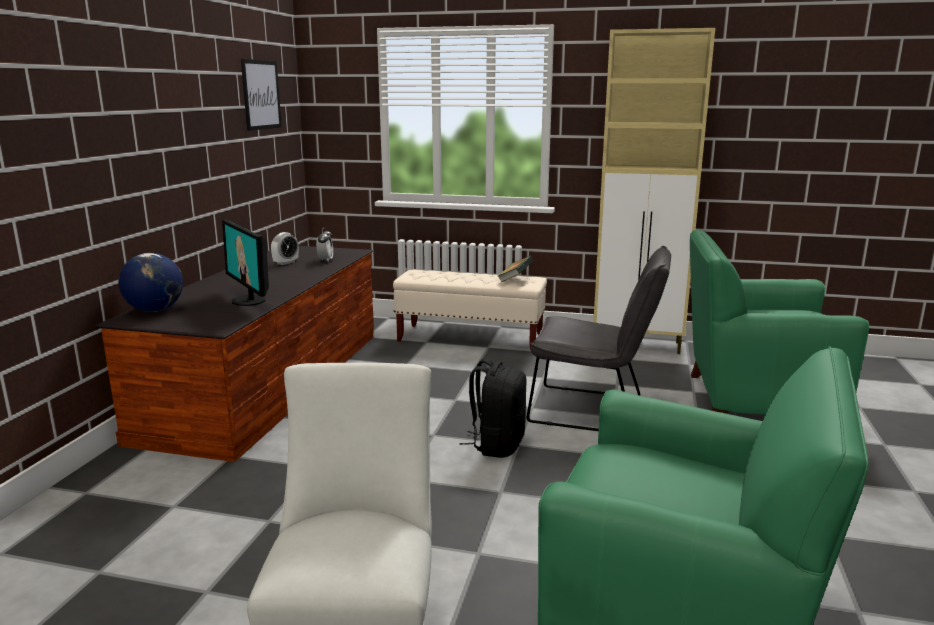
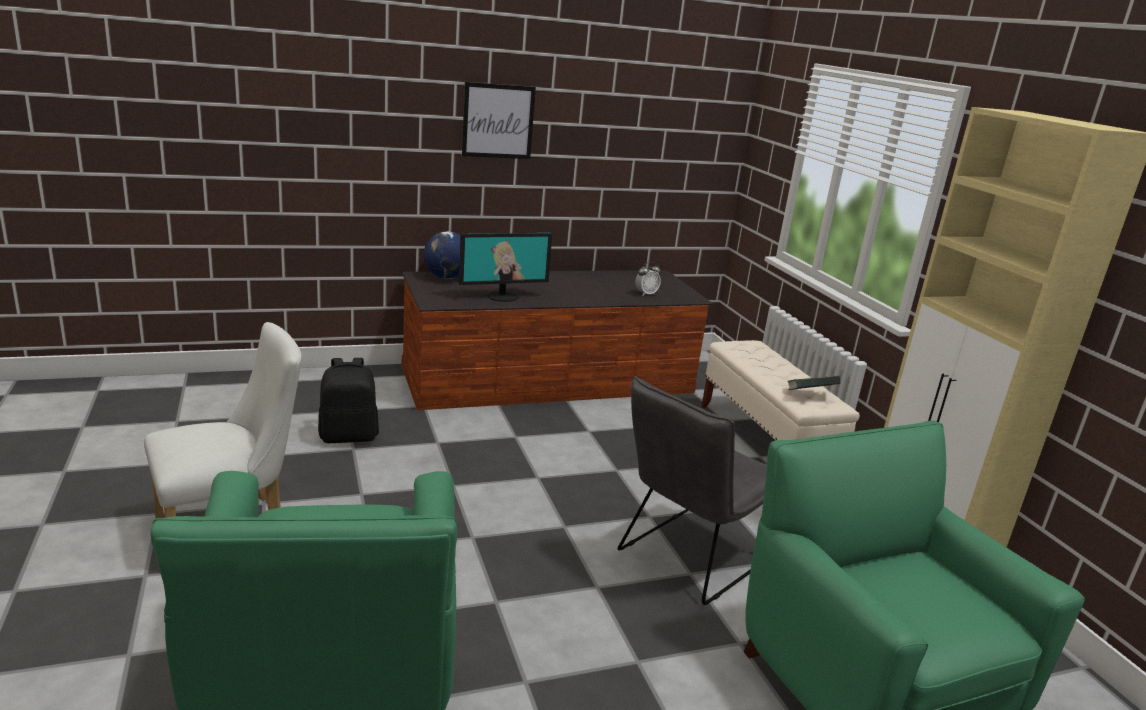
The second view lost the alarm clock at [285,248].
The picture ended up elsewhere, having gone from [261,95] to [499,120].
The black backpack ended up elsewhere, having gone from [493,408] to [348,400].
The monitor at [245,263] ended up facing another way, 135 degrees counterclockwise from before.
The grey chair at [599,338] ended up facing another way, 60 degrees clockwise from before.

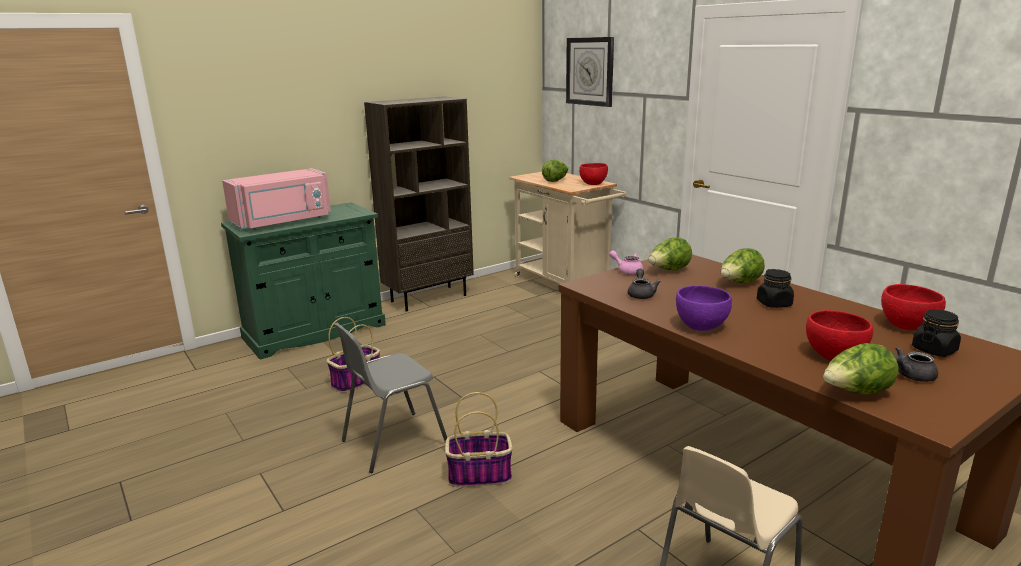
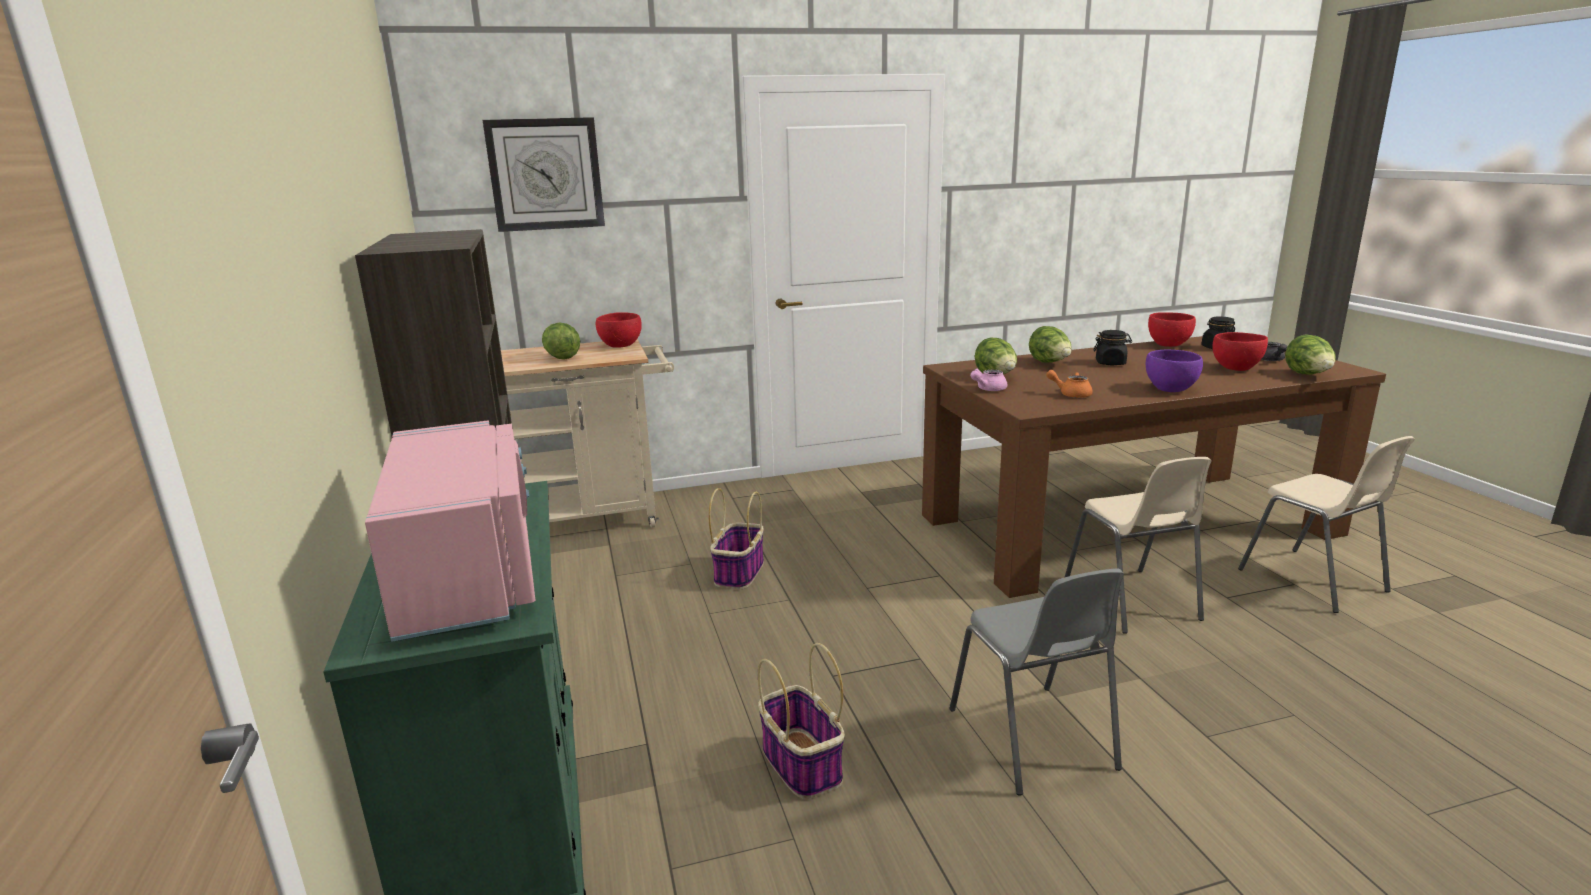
The second view gained the beige chair at [1137,545].
The basket ended up elsewhere, having gone from [479,439] to [736,538].
What was the grey teapot at [644,284] turned into the orange teapot at [1069,384].

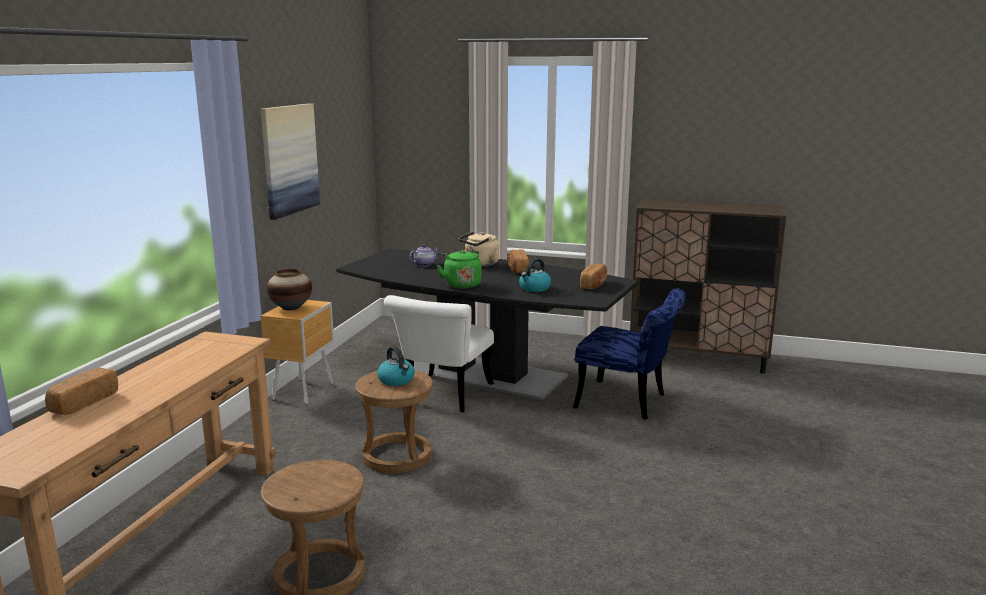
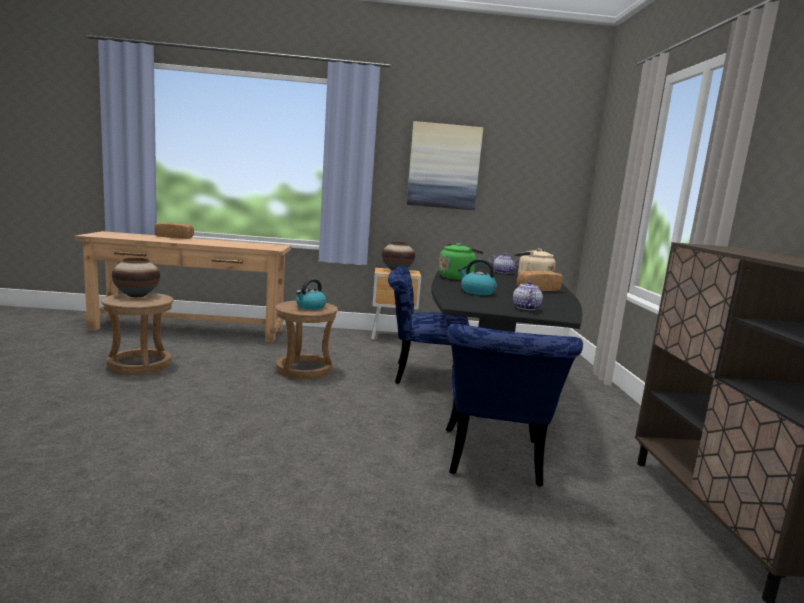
The second view gained the vase at [136,277].
Where the bread stood at [593,276], the teapot came to stand at [528,295].
What was the white chair at [439,353] turned into the blue chair at [429,325].

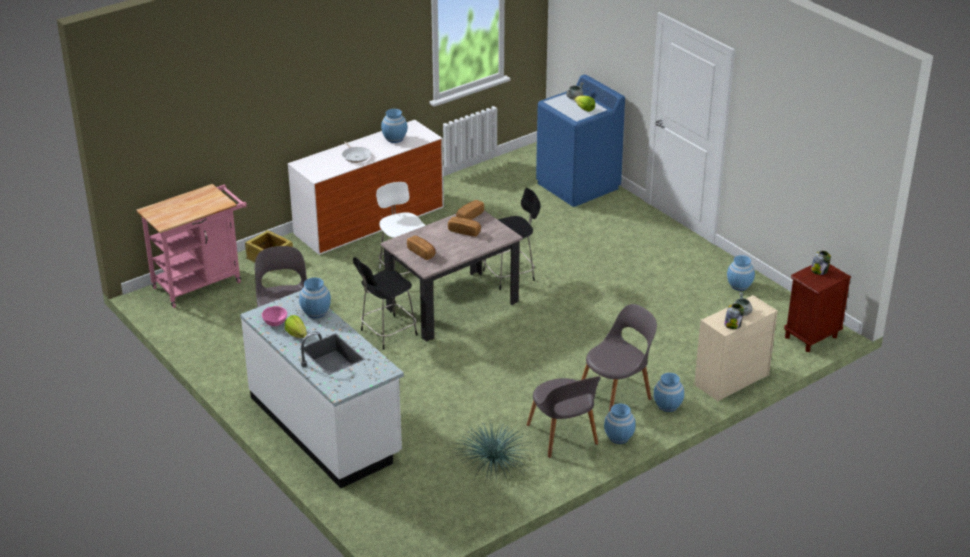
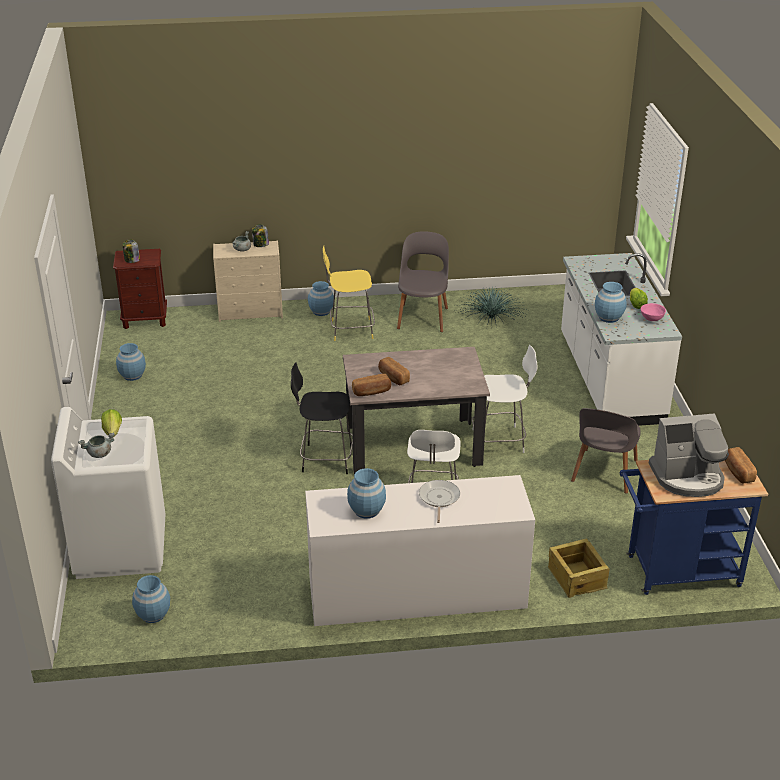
The second view gained the coffee machine at [689,455].
The bread ended up elsewhere, having gone from [421,248] to [741,465].
The blue vase ended up elsewhere, having gone from [620,424] to [151,599].
Where the grey chair stood at [619,358], the yellow stool came to stand at [349,293].
What was the pink cart at [191,246] turned into the blue cart at [694,527].
What was the black stool at [385,303] turned into the white stool at [505,399].
What was the blue washing machine at [580,140] turned into the white washing machine at [108,493].

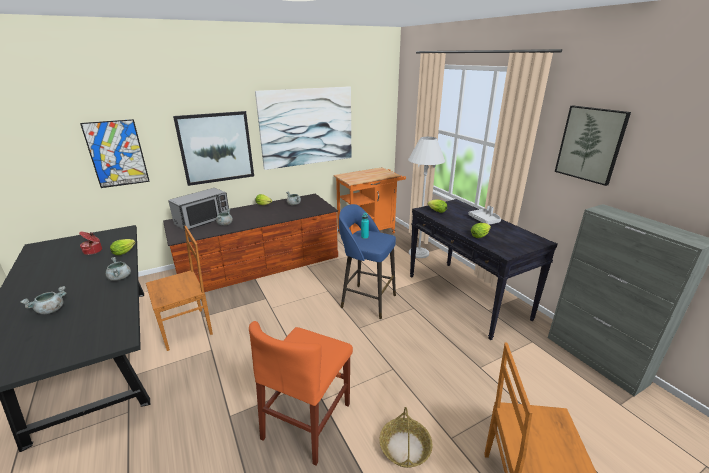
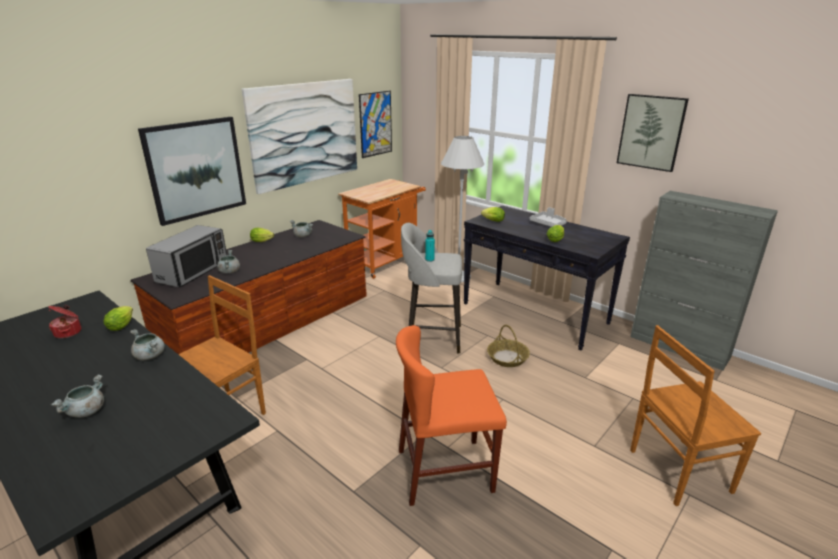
The picture ended up elsewhere, having gone from [115,153] to [375,124].
The basket ended up elsewhere, having gone from [405,437] to [508,346].
What was the blue stool at [367,261] turned into the grey stool at [431,288].
The orange chair at [301,393] ended up facing another way, 75 degrees clockwise from before.

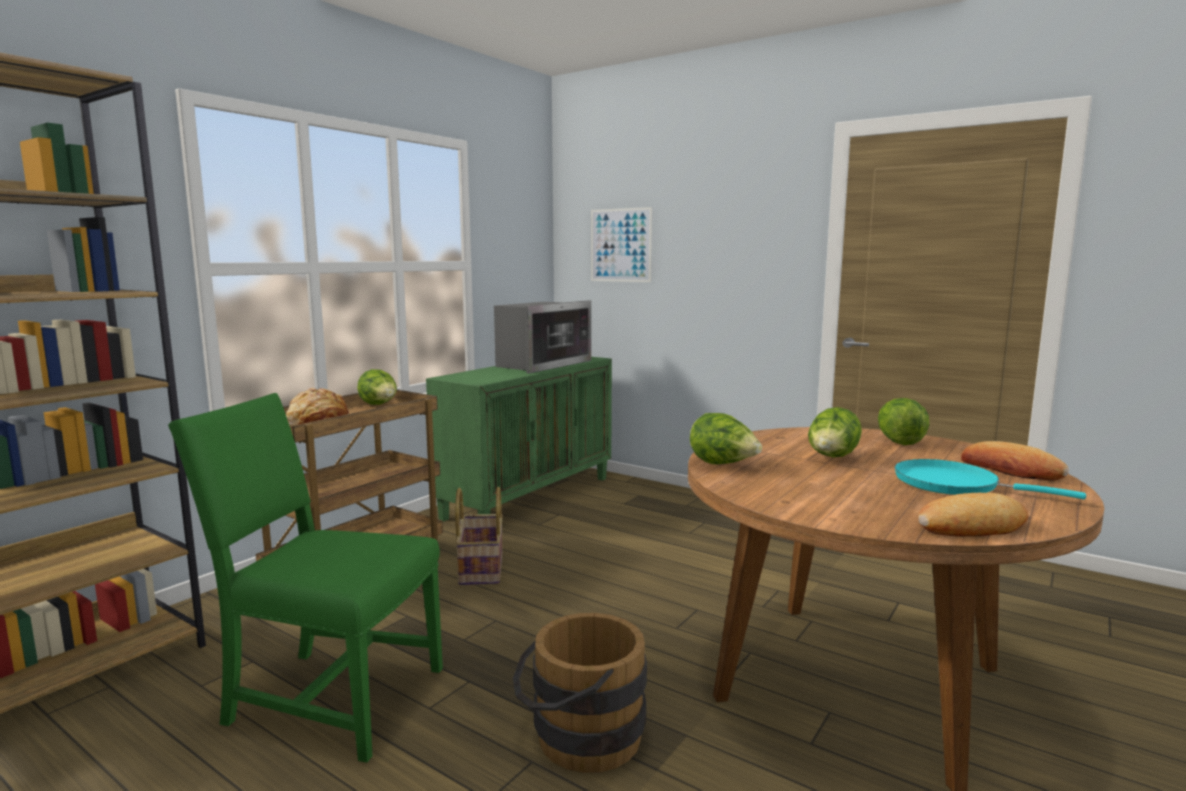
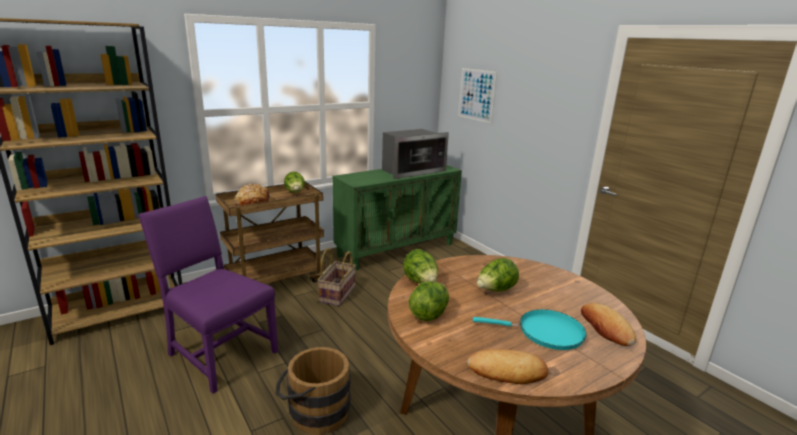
The lettuce ended up elsewhere, having gone from [903,421] to [429,301].
What was the green chair at [305,578] turned into the purple chair at [208,295].
The turquoise frying pan at [990,479] ended up facing another way, 135 degrees clockwise from before.

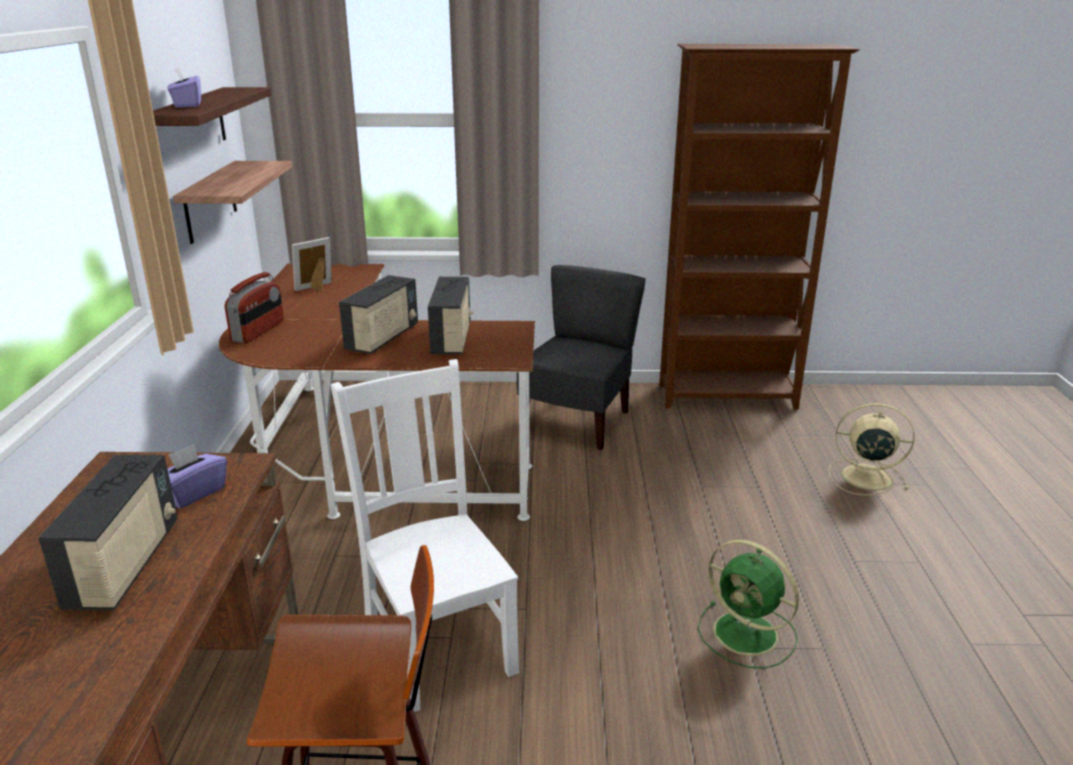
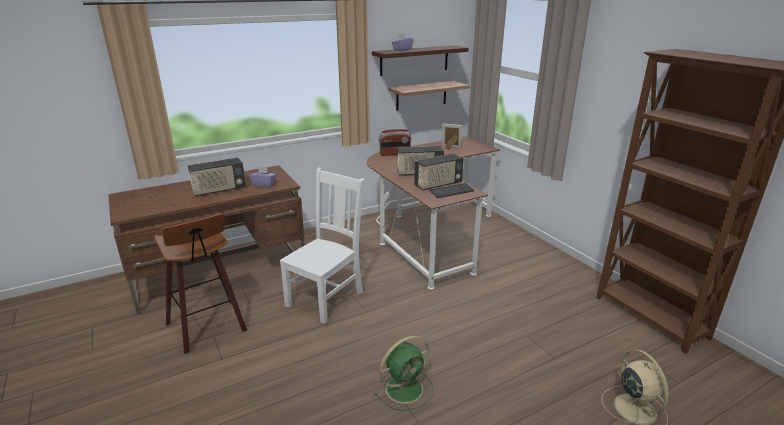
The second view lost the grey chair at [581,357].
The second view gained the keyboard at [452,190].
The green fan at [748,604] ended up facing another way, 135 degrees counterclockwise from before.

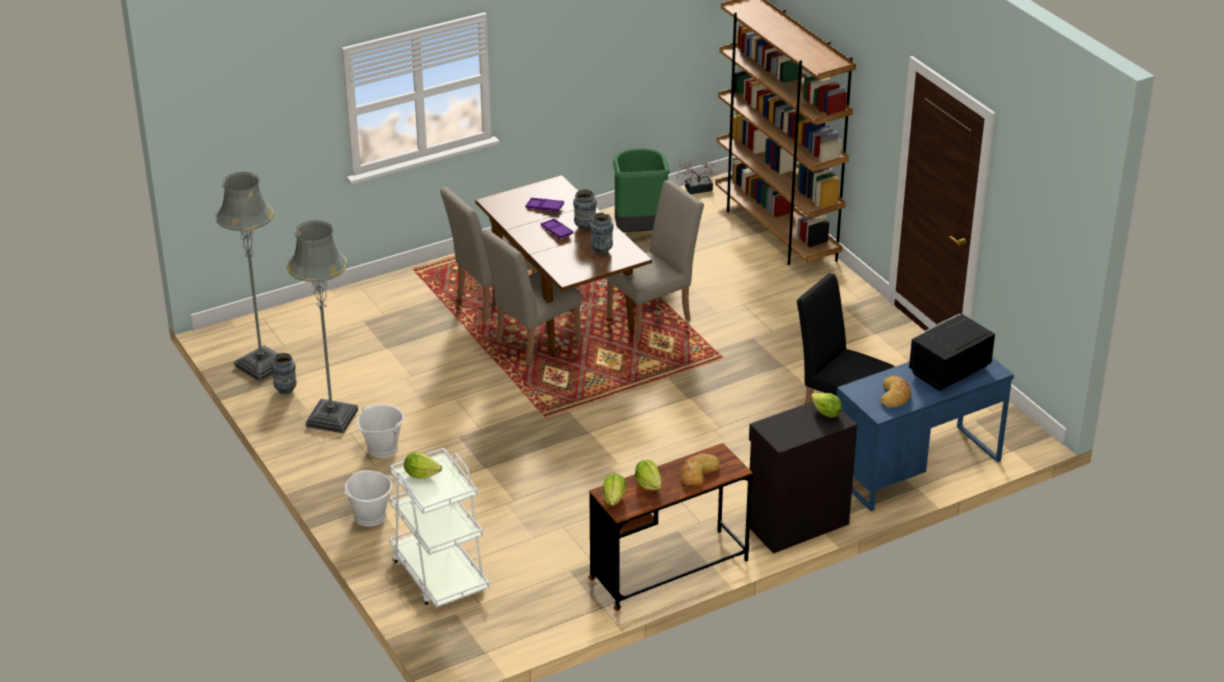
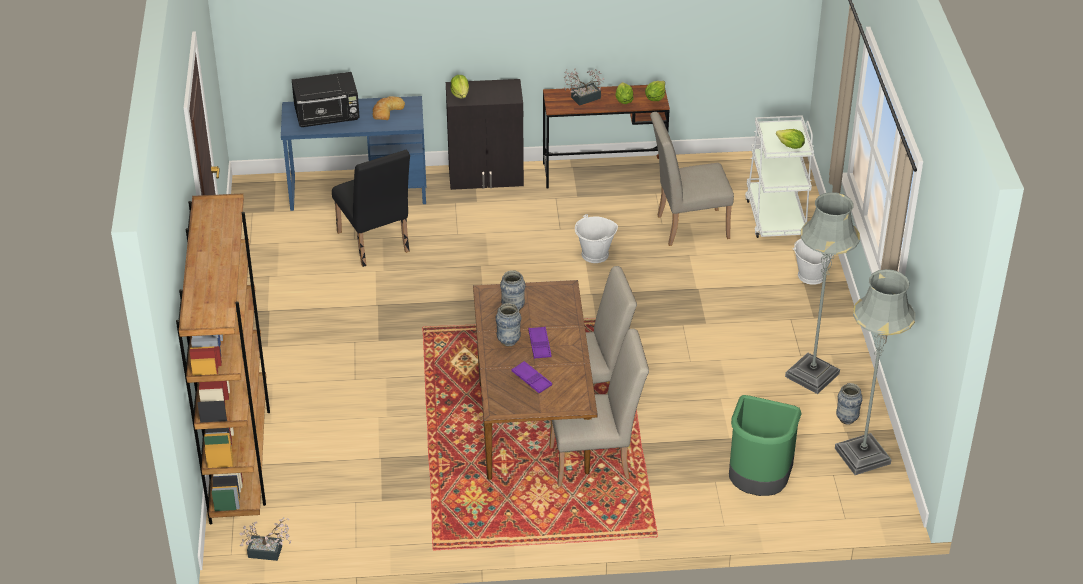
The white bucket ended up elsewhere, having gone from [380,431] to [596,238].
The beige chair ended up elsewhere, having gone from [655,261] to [692,179].
The green trash can ended up elsewhere, having gone from [641,190] to [765,445].
Where the bread stood at [700,470], the potted plant came to stand at [584,87].

